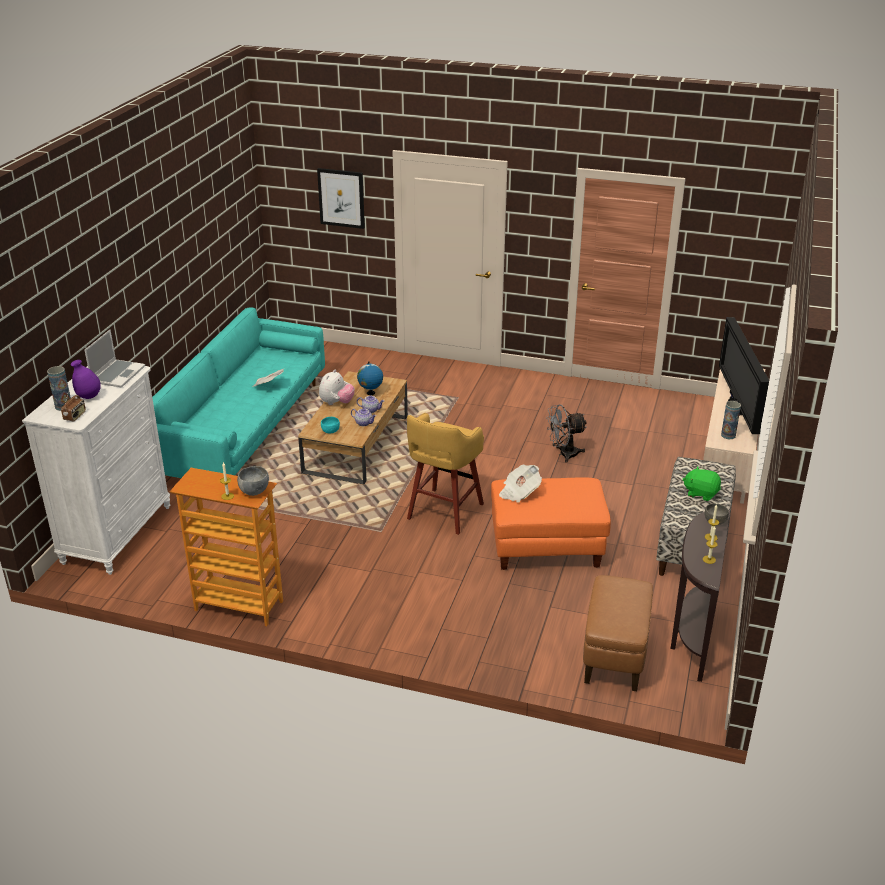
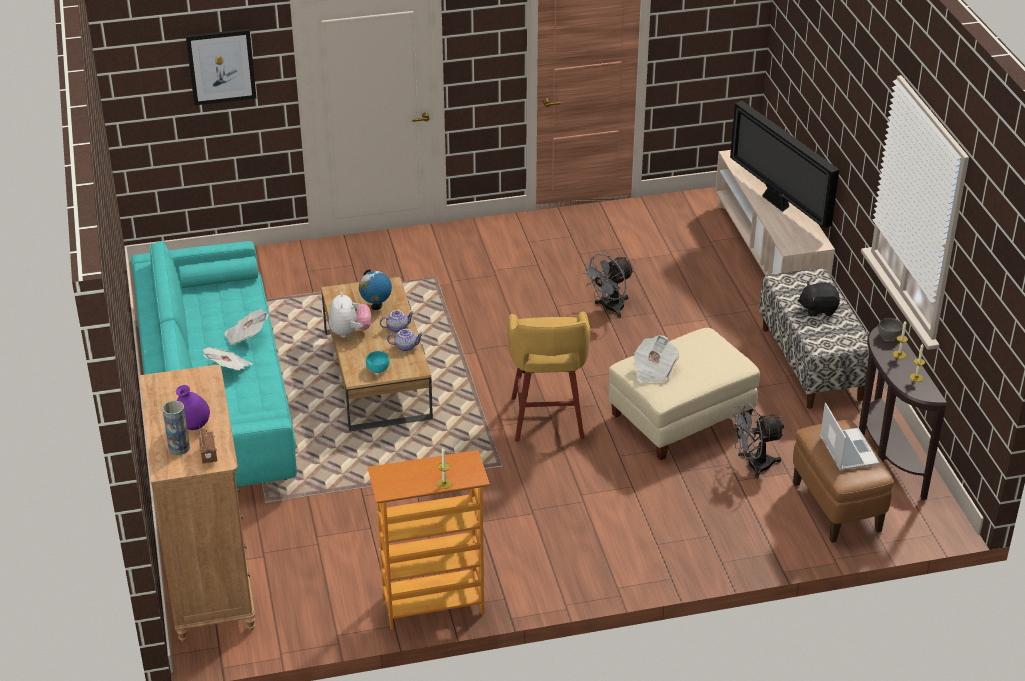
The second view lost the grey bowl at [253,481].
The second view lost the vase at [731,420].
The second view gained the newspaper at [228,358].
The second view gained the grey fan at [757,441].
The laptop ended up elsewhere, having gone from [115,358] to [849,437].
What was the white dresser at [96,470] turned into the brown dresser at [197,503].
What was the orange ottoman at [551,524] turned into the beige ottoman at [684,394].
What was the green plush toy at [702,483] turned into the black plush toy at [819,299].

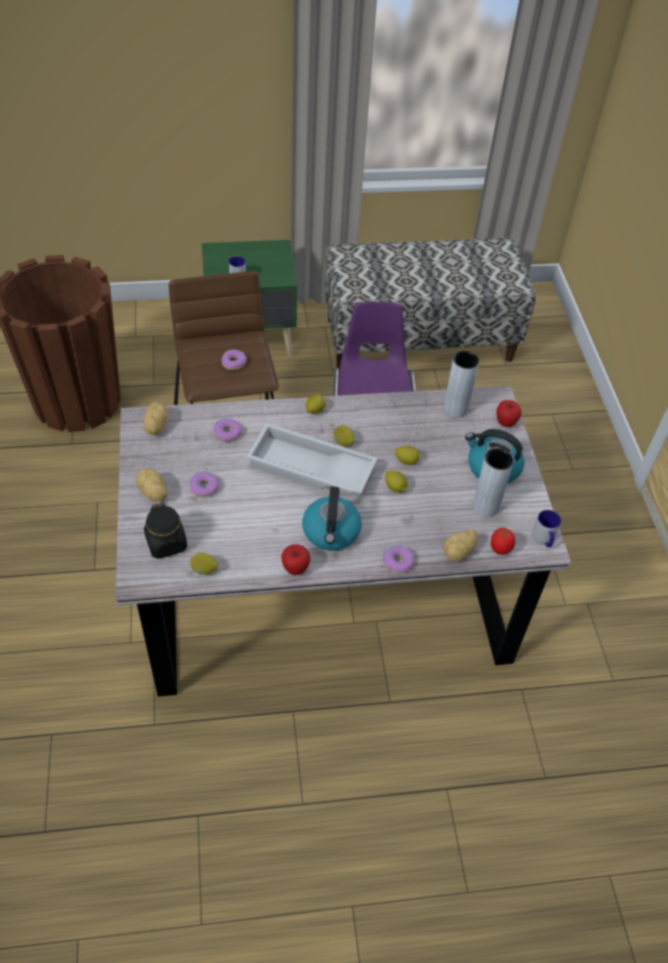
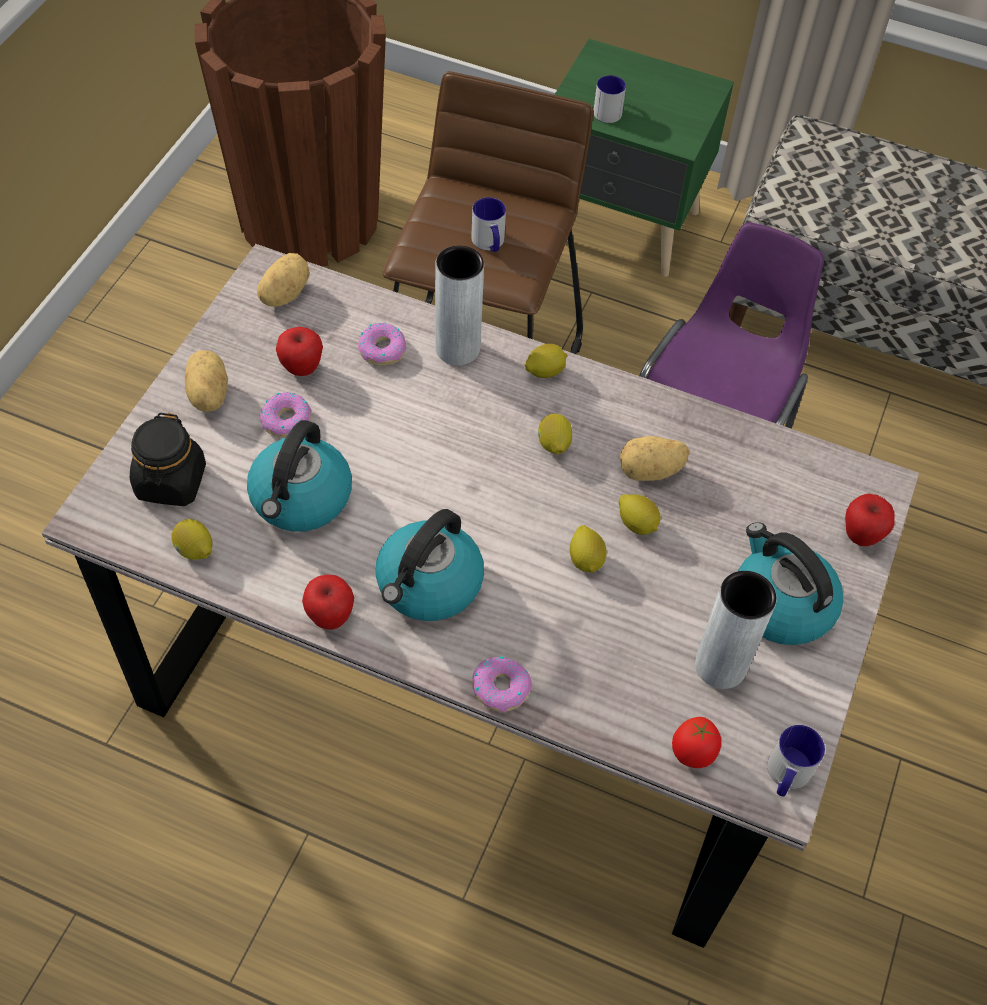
The second view lost the white tray at [312,459].
The second view gained the kettle at [299,476].
The second view gained the apple at [299,351].
The potato ended up elsewhere, having gone from [460,546] to [654,458].
The grey vase ended up elsewhere, having gone from [461,384] to [459,305].
Where the donut stood at [234,359], the mug came to stand at [488,224].

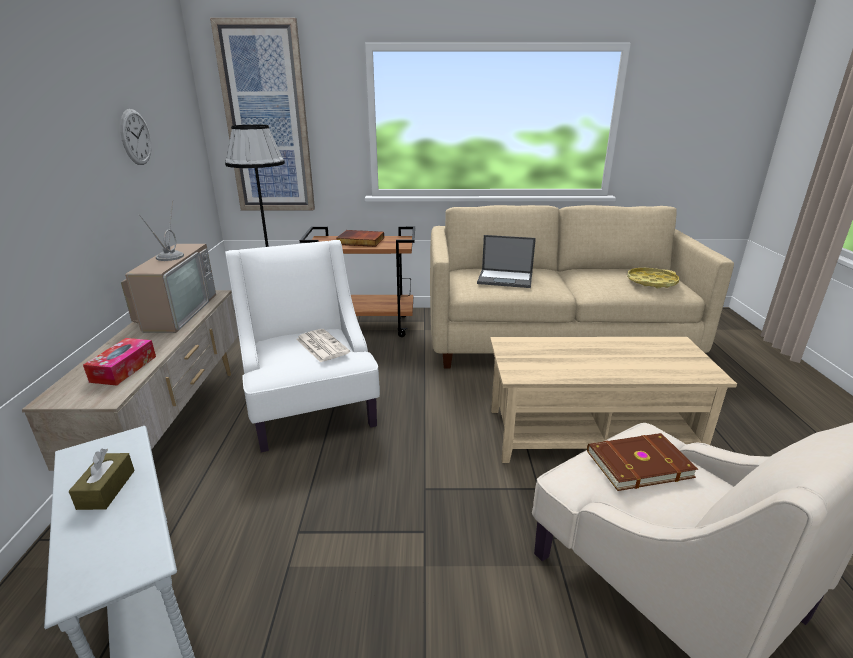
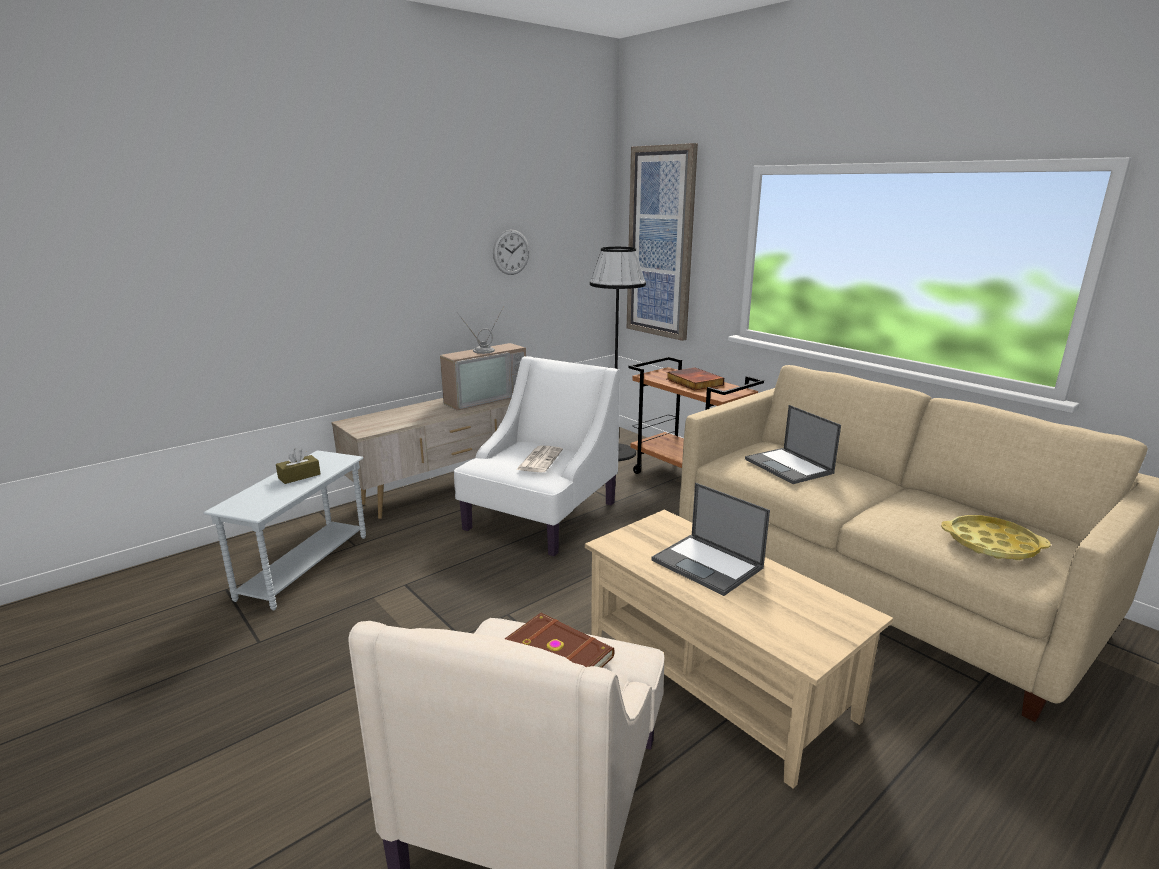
The second view lost the tissue box at [119,361].
The second view gained the laptop at [710,539].

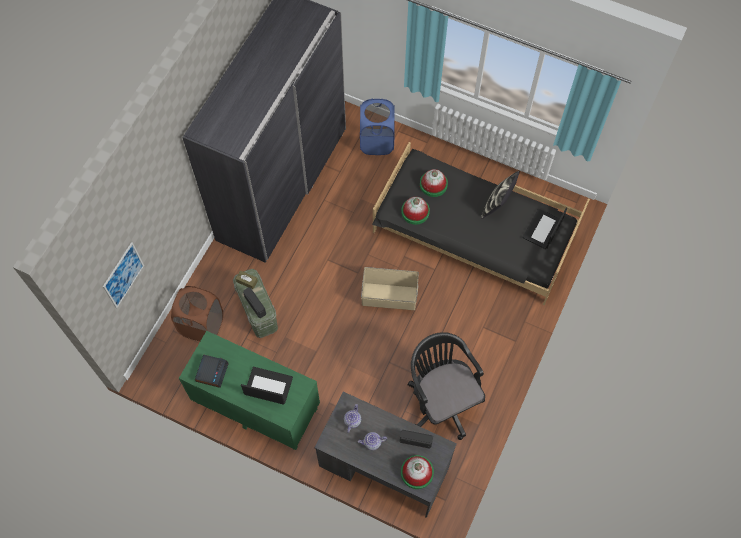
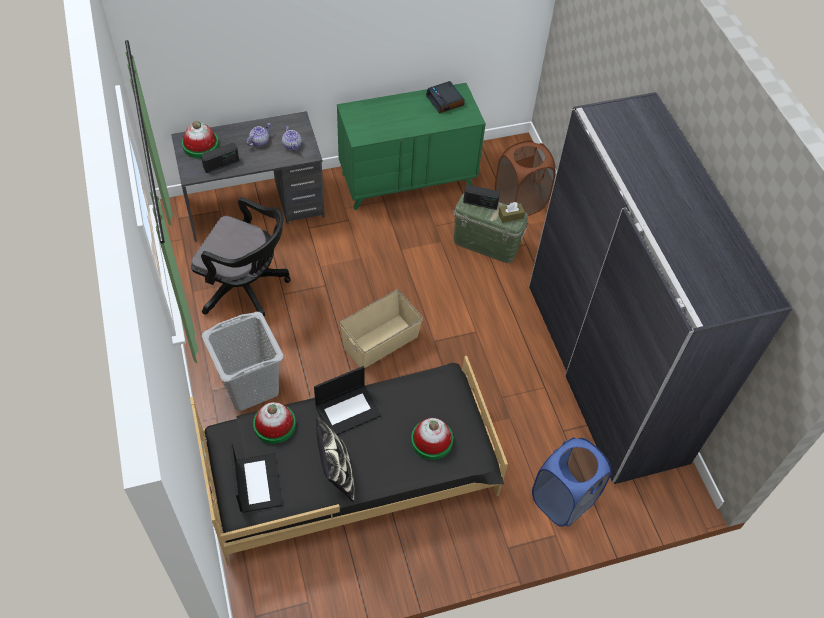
The second view lost the picture at [123,275].
The second view gained the grey laundry basket at [242,361].
The laptop ended up elsewhere, having gone from [267,386] to [347,400].
The hat ended up elsewhere, having gone from [415,211] to [274,423].

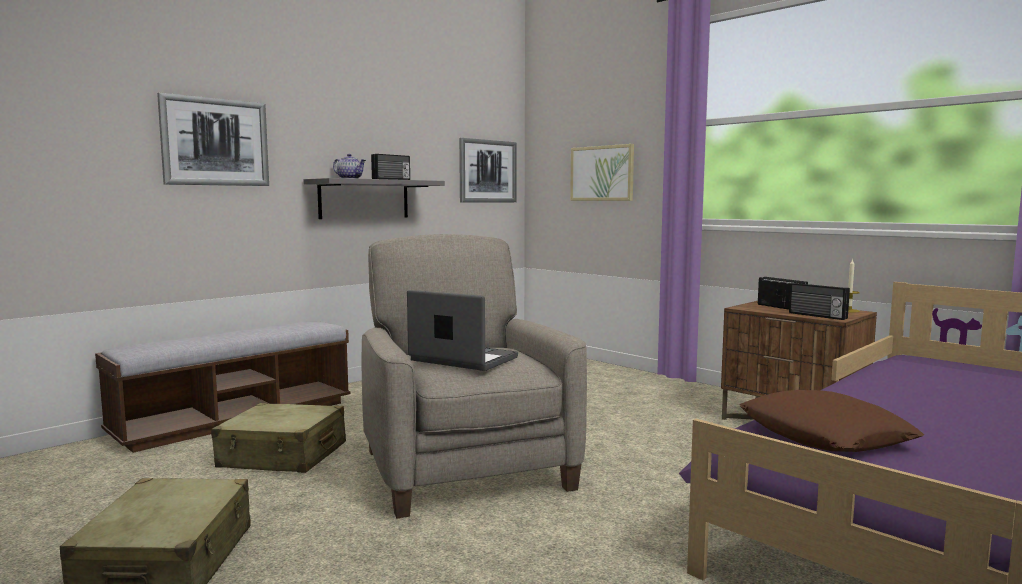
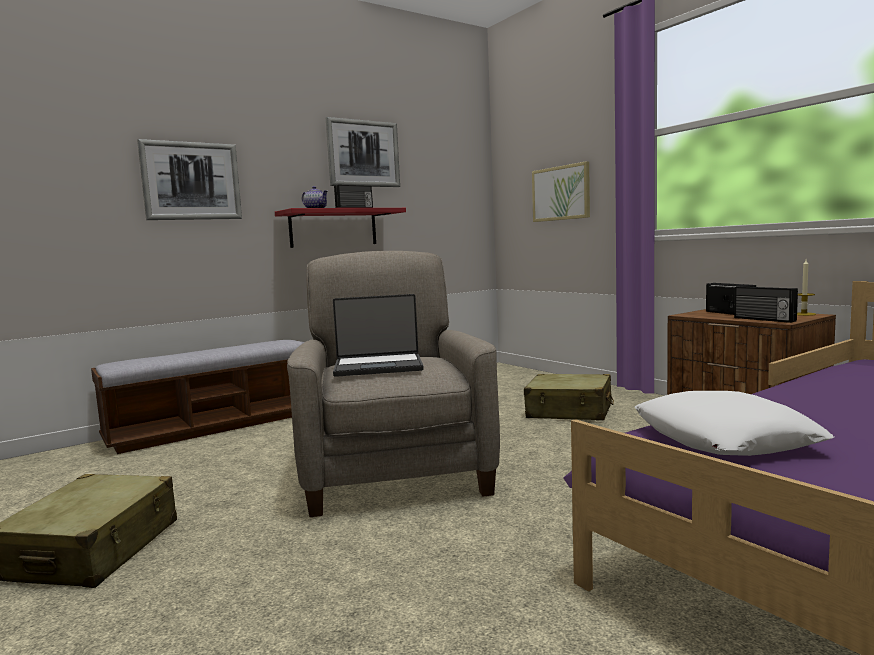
The beige suitcase ended up elsewhere, having gone from [278,438] to [569,397].
The picture ended up elsewhere, having gone from [488,170] to [363,152].
What was the grey shelf at [374,198] turned into the red shelf at [340,228].
What was the brown pillow at [832,421] turned into the white pillow at [734,423].
The laptop at [462,330] ended up facing another way, 135 degrees clockwise from before.

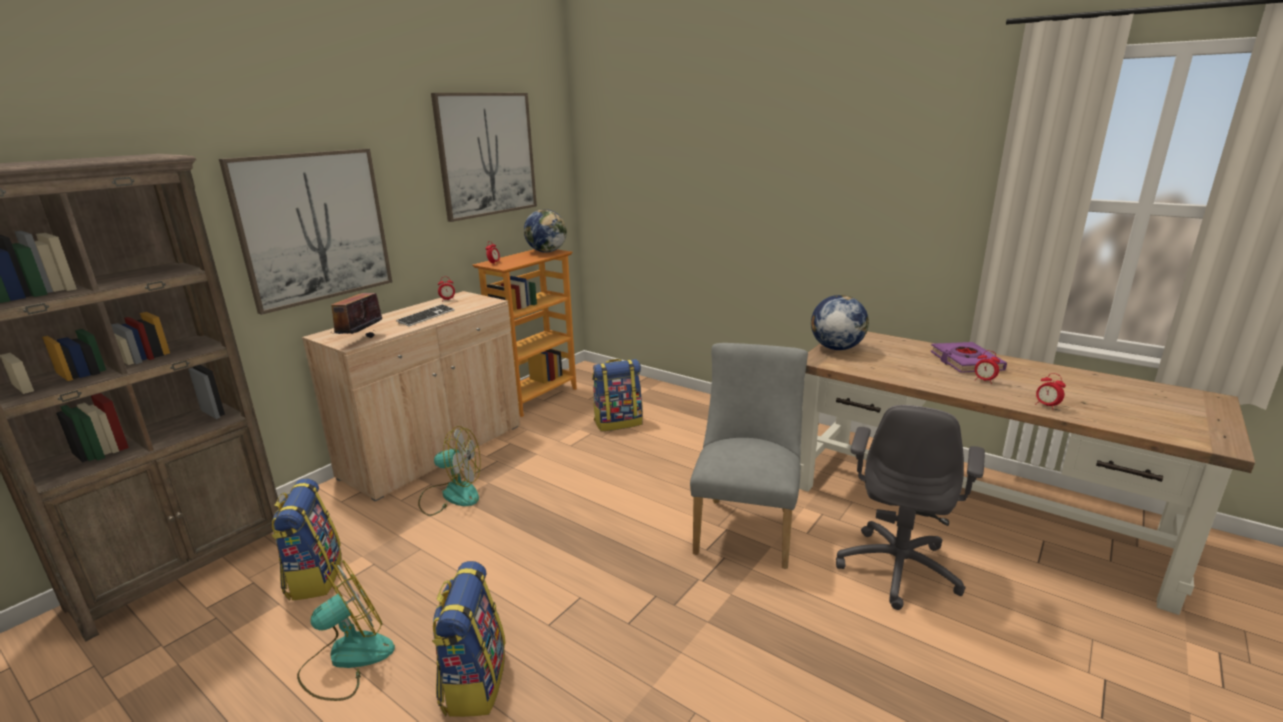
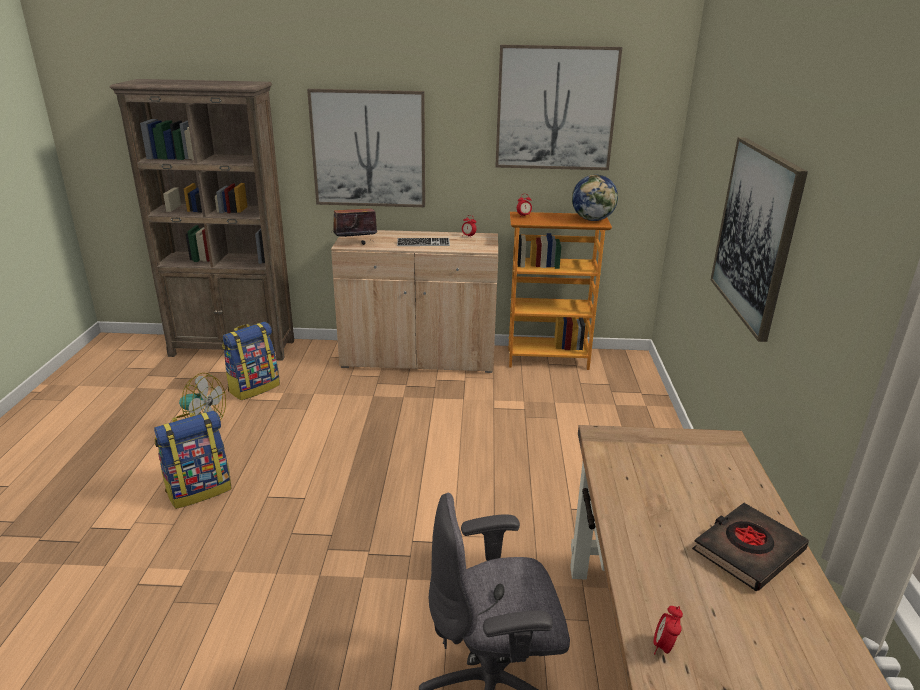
The second view lost the fan at [449,471].
The second view lost the backpack at [617,395].
The second view lost the grey chair at [749,456].
The second view lost the globe at [840,322].
The second view lost the alarm clock at [987,367].
The second view gained the picture at [759,239].
What was the purple book at [968,357] turned into the black book at [750,547].

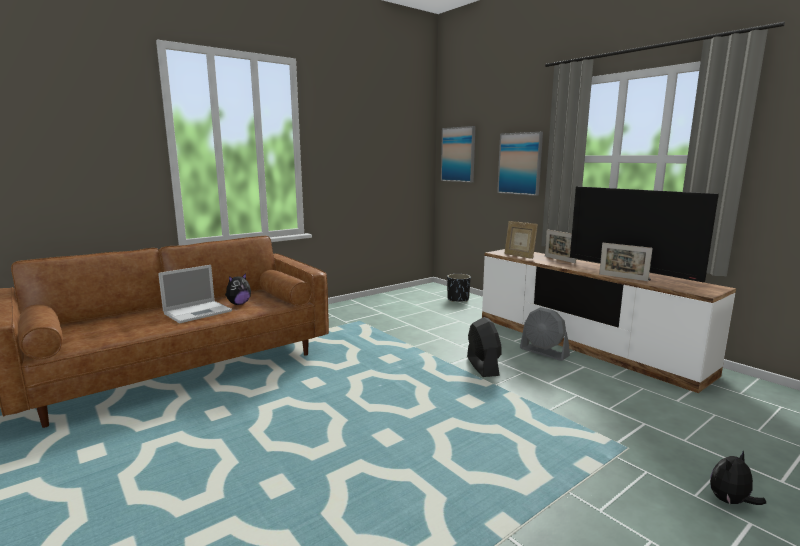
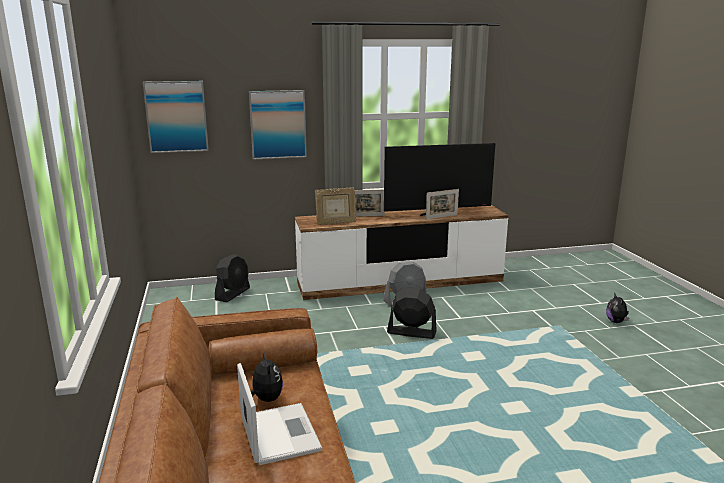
Where the black planter stood at [459,288], the black fan came to stand at [232,278].

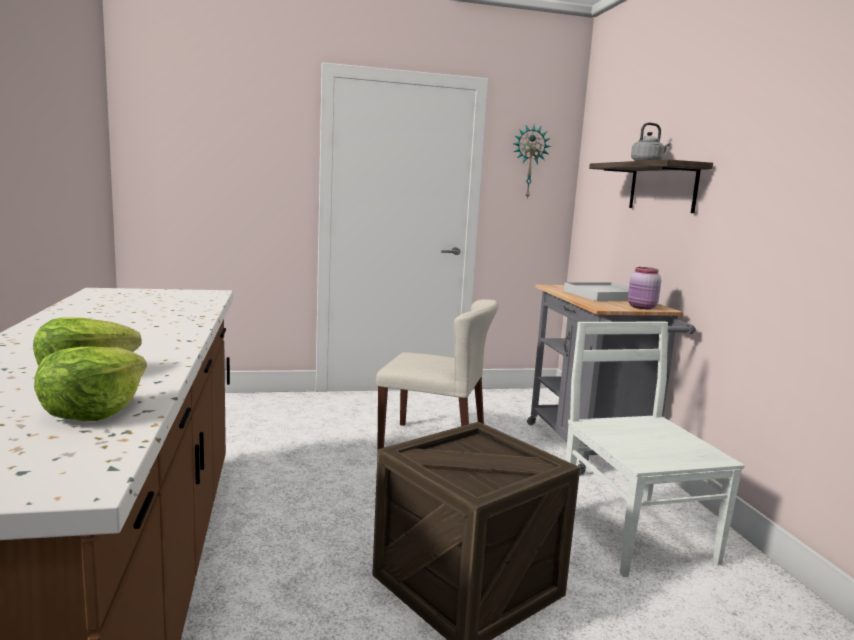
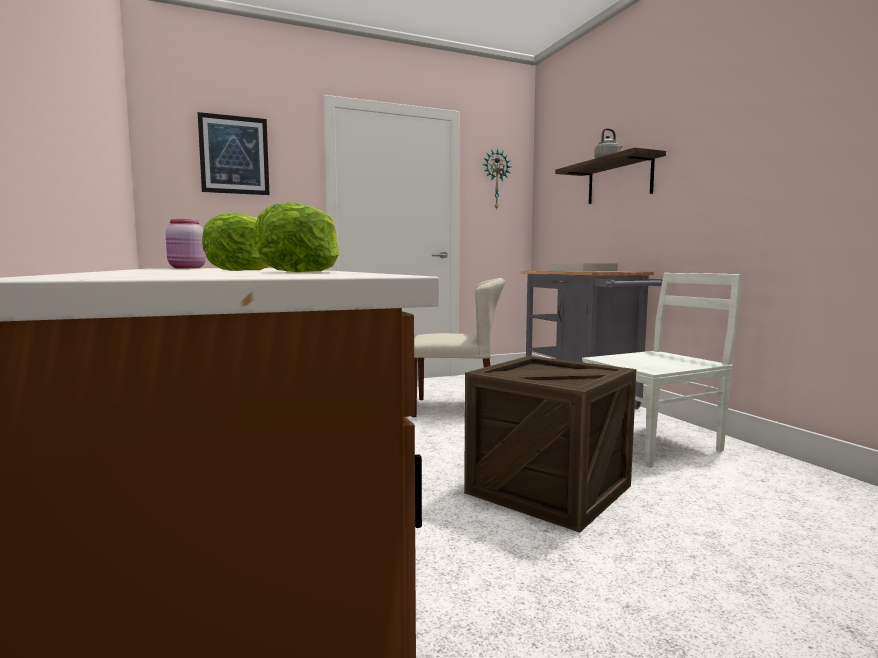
The second view gained the picture at [234,153].
The pink jar ended up elsewhere, having gone from [644,288] to [185,243].
The white chair at [655,449] ended up facing another way, 90 degrees clockwise from before.

